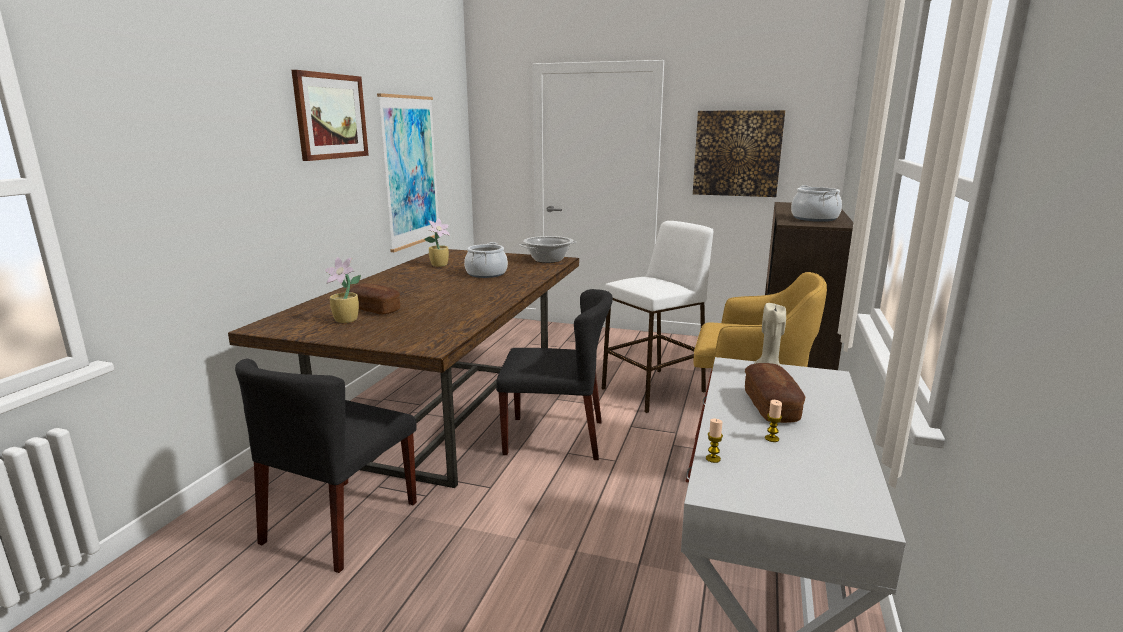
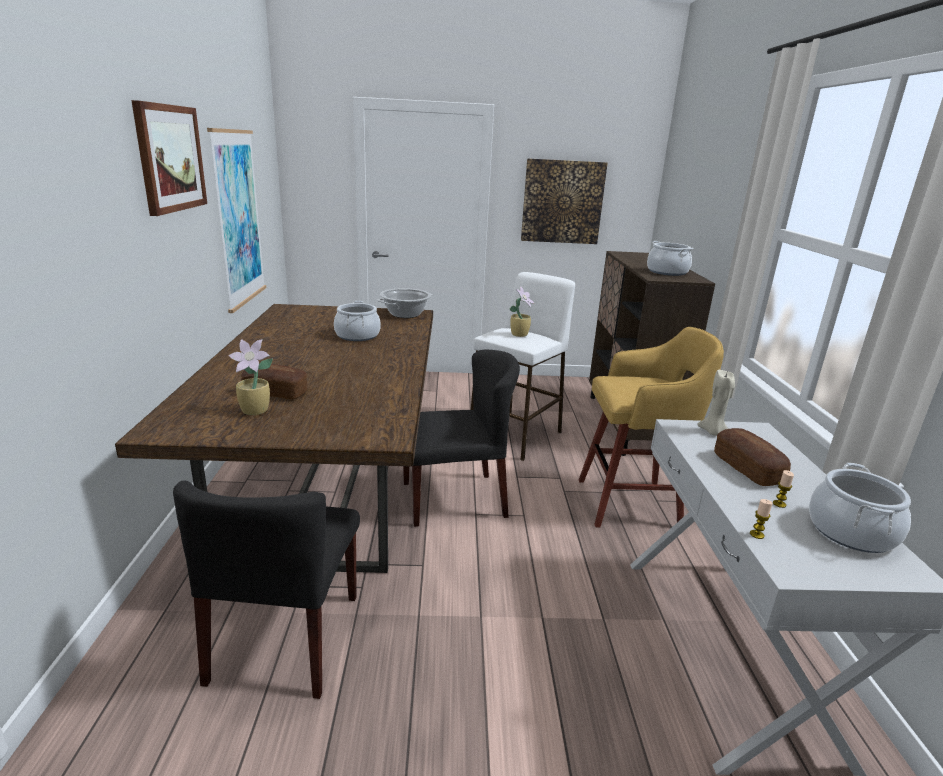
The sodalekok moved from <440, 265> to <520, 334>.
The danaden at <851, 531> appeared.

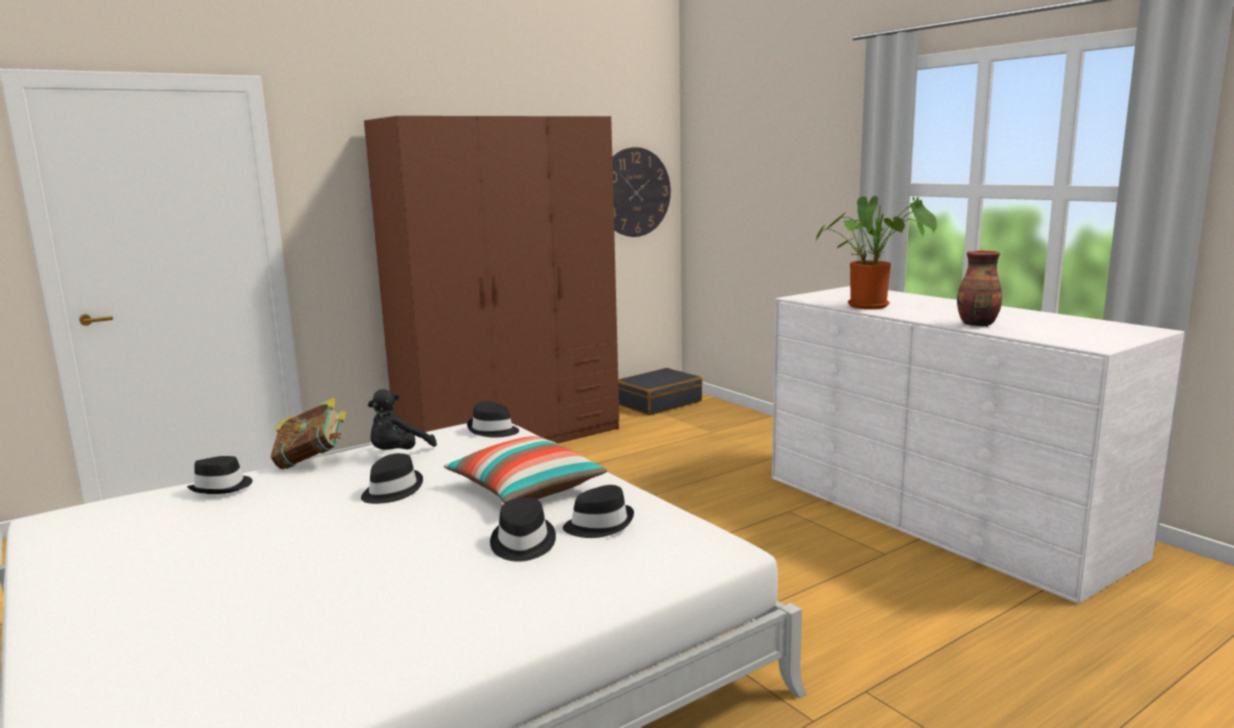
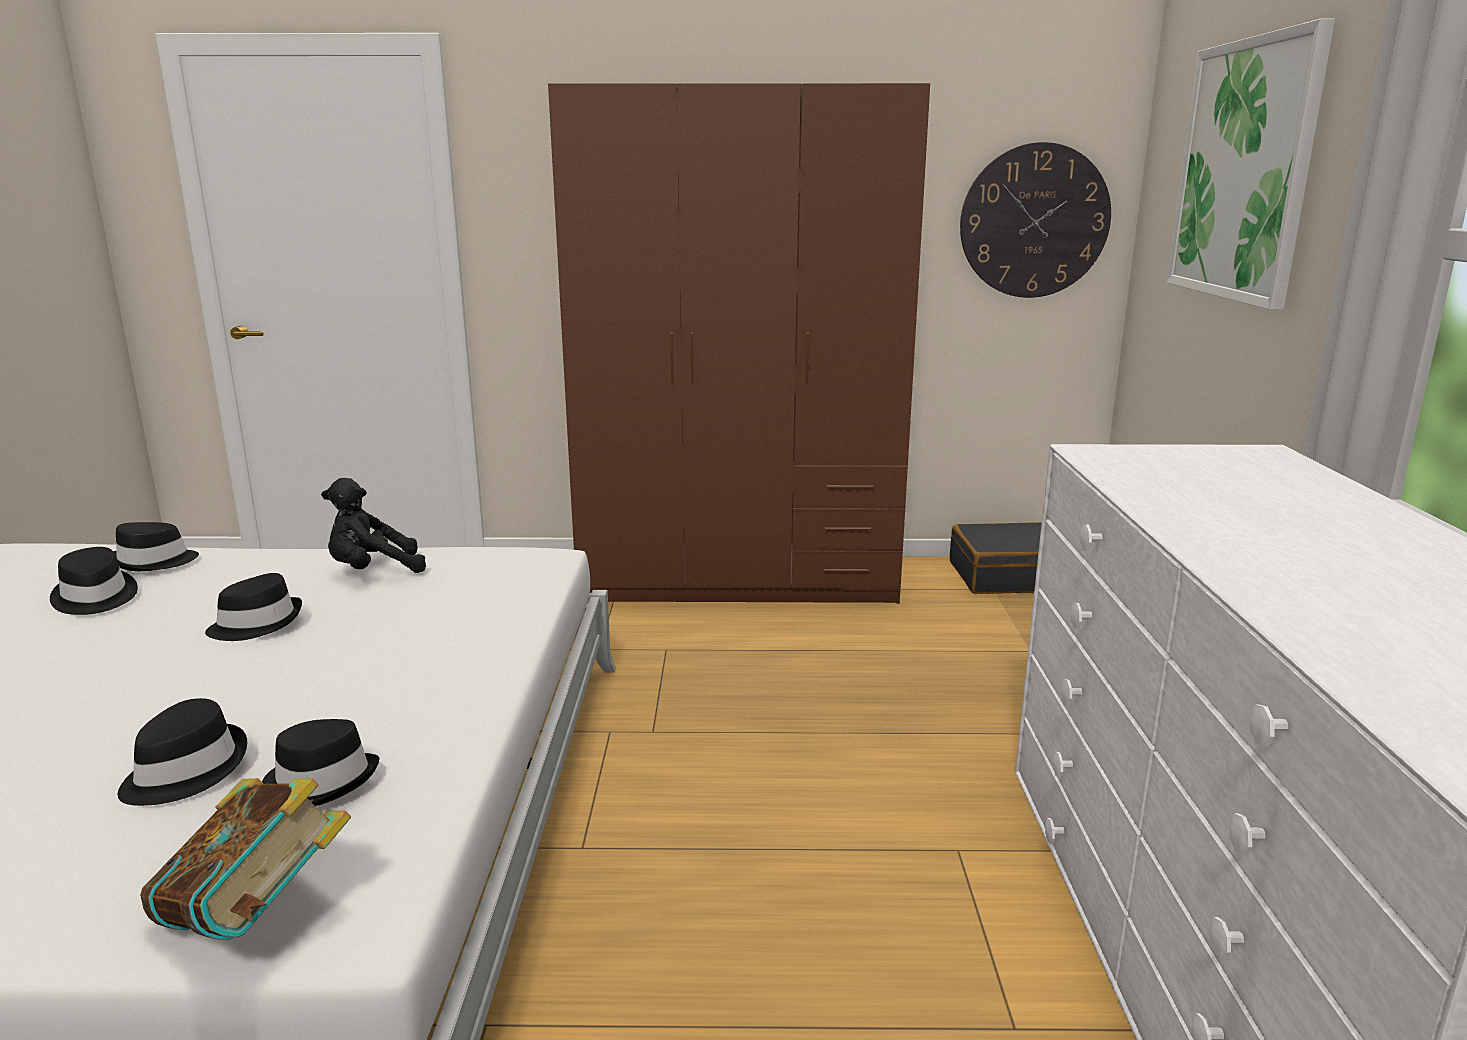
The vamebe moved from <312, 461> to <257, 917>.
The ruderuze at <526, 489> disappeared.
The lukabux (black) moved from <493, 430> to <94, 598>.
The sodalekok at <873, 306> disappeared.
The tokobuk at <978, 324> disappeared.
The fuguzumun at <1243, 170> appeared.

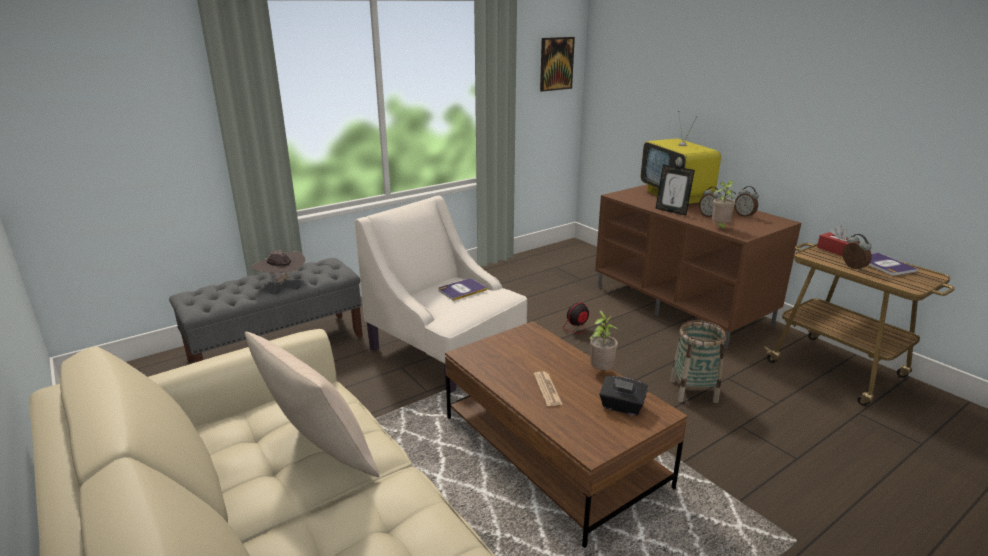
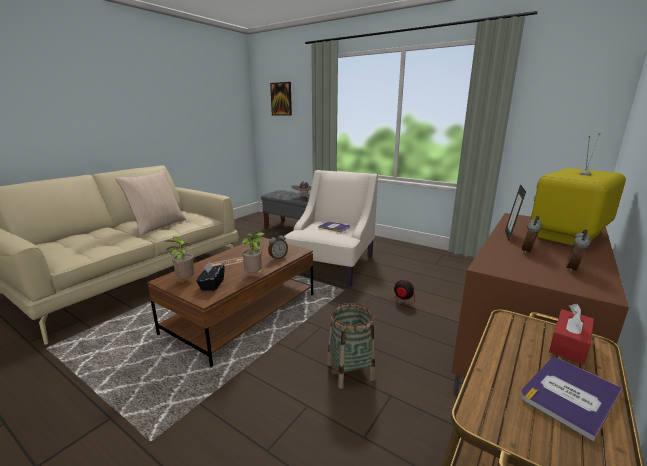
The fuguzumun moved from <556, 63> to <281, 99>.
The sodalekok moved from <720, 228> to <184, 281>.
The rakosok moved from <852, 268> to <278, 257>.

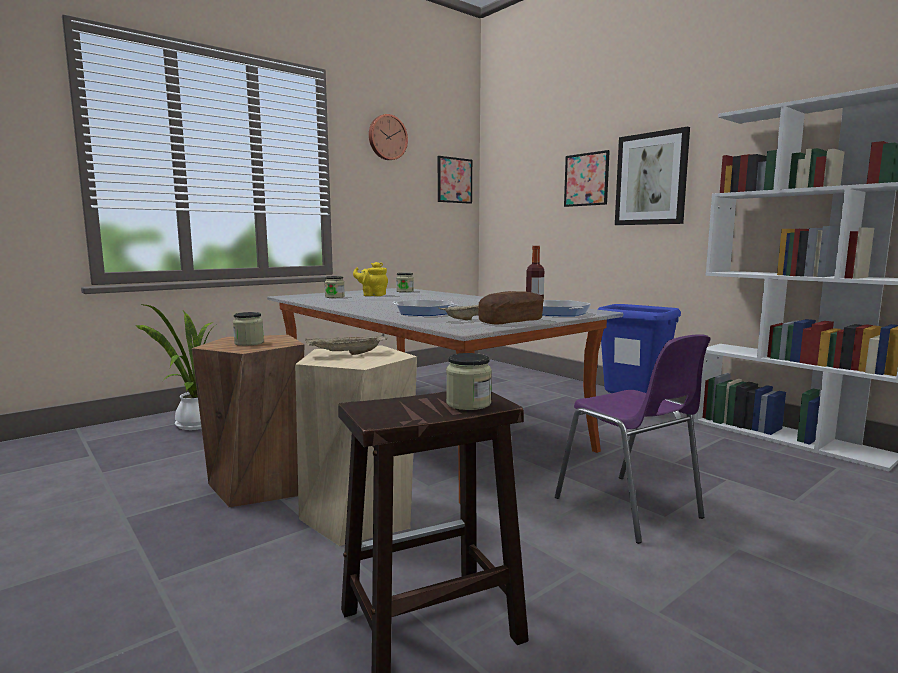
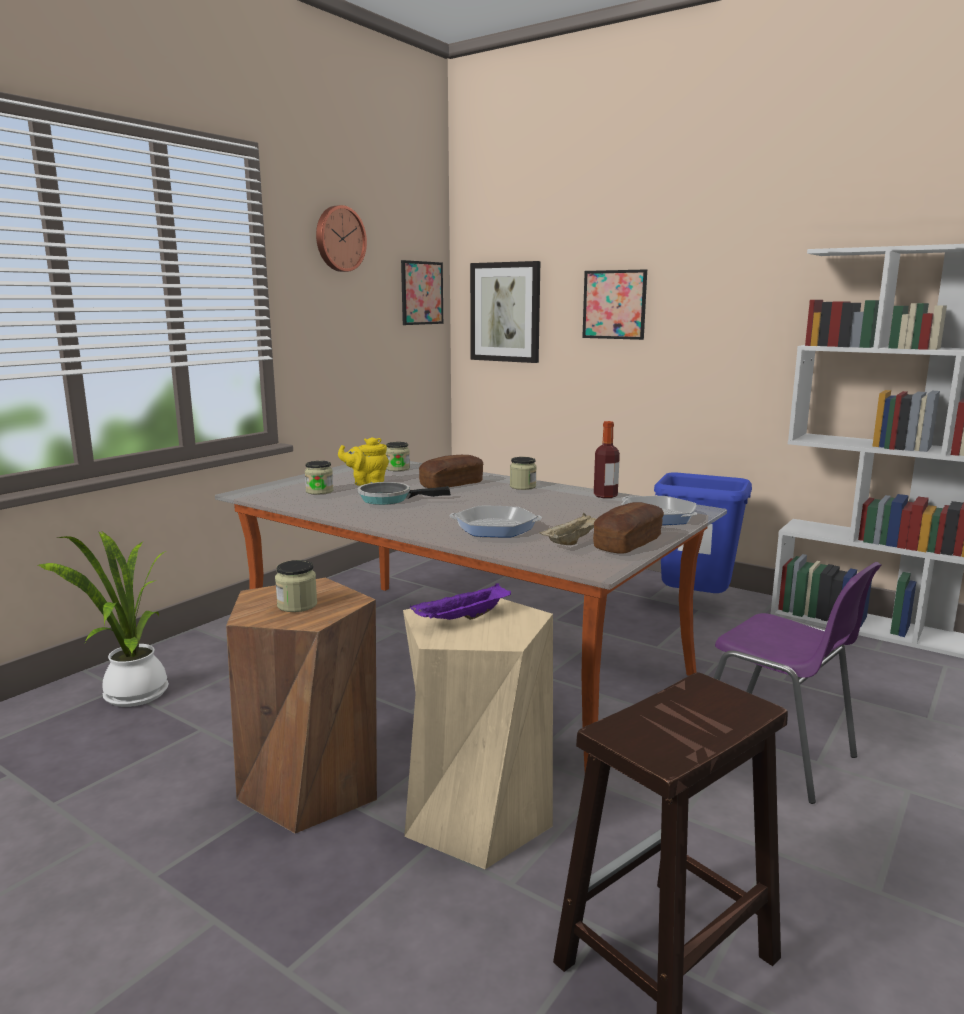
The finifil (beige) at <346, 354> became the finifil (purple) at <462, 619>.
The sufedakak moved from <468, 403> to <522, 486>.
The fuguzumun moved from <651, 179> to <505, 312>.
The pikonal at <389, 499> appeared.
The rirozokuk at <451, 484> appeared.

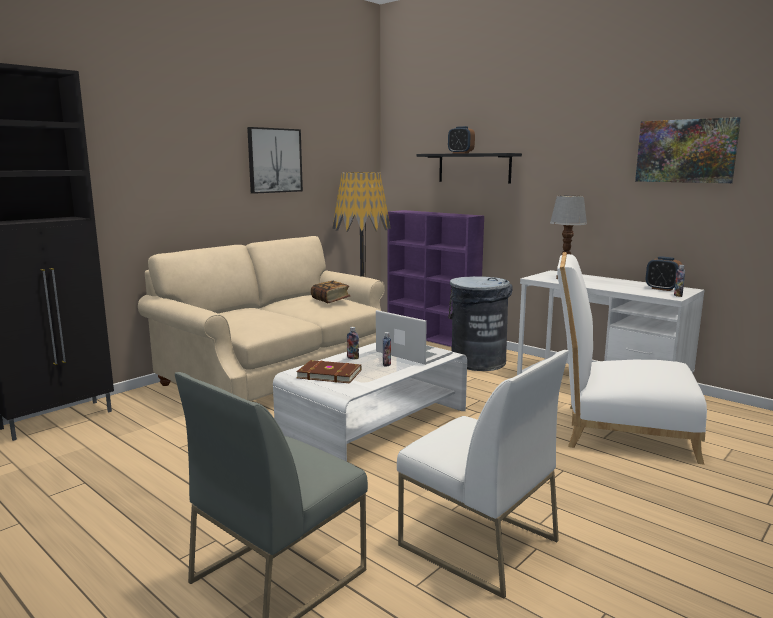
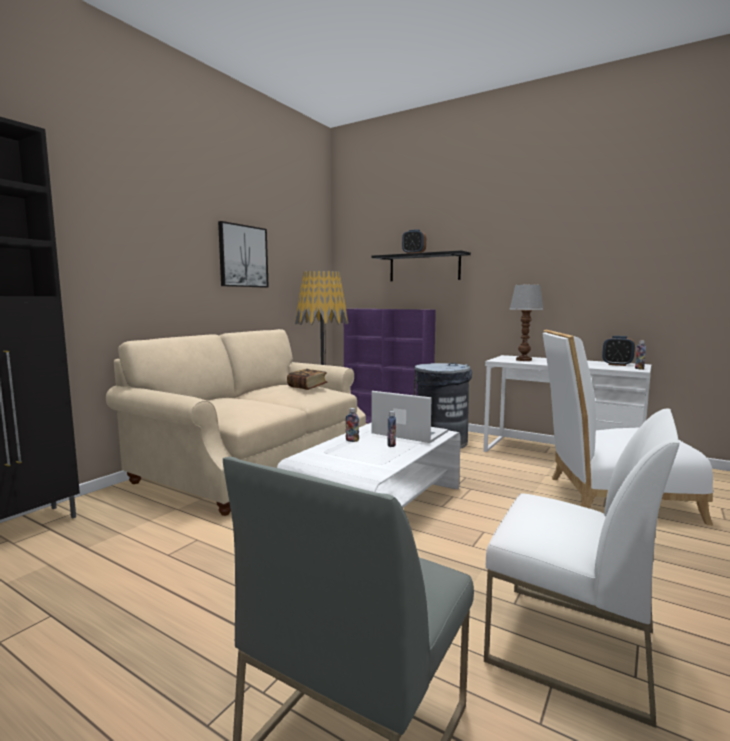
The vamebe (brown) at <329, 374> disappeared.
The fuguzumun at <686, 151> disappeared.

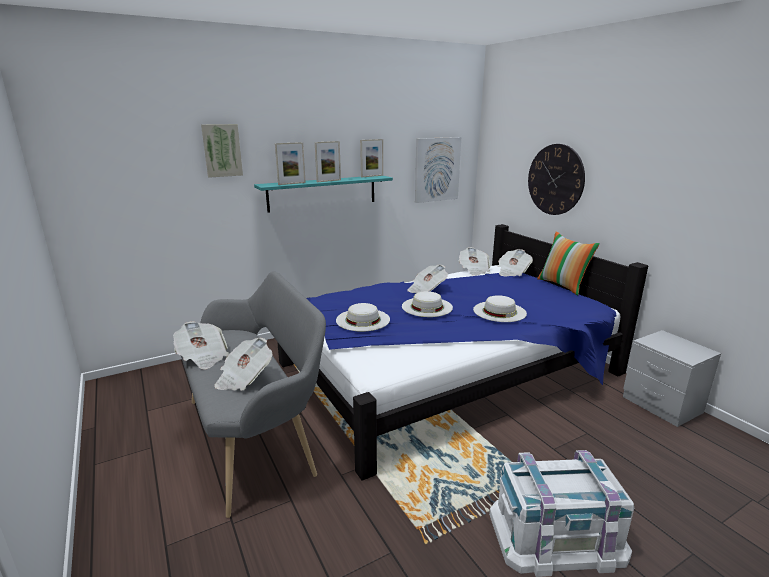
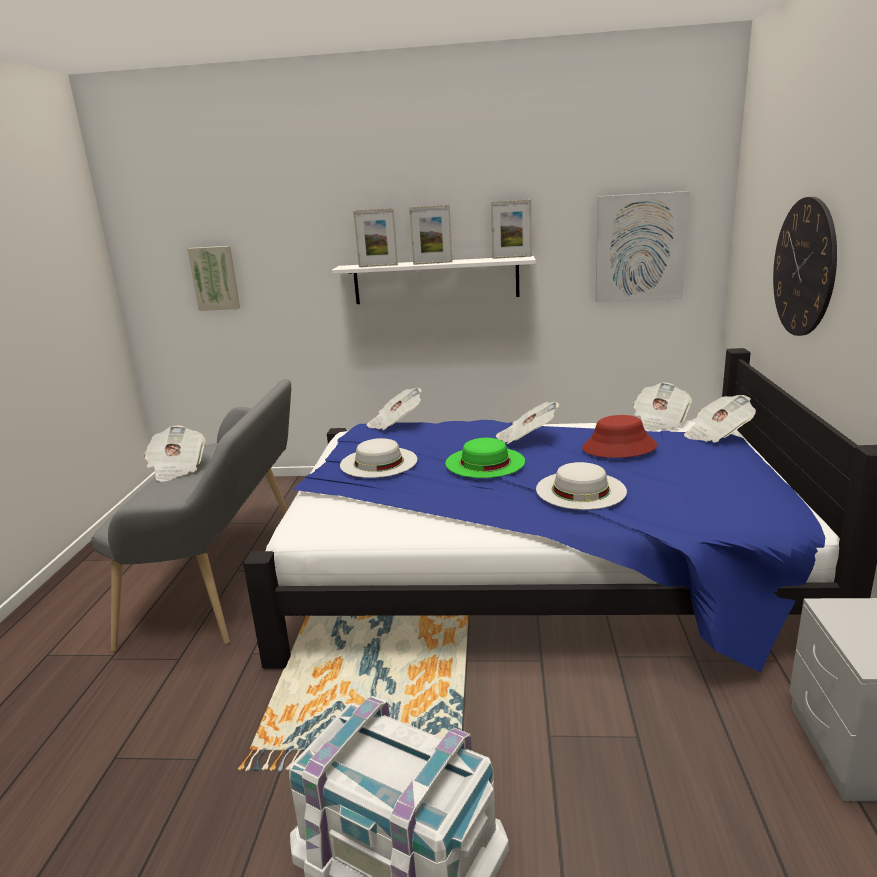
The fuguzumun moved from <222, 150> to <215, 278>.
The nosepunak moved from <244, 378> to <395, 423>.
The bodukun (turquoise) at <323, 193> became the bodukun (white) at <436, 280>.
The lukabux (white) at <427, 307> became the lukabux (green) at <485, 462>.
The ruderuze at <563, 285> disappeared.
The lukabux (red) at <619, 448> appeared.

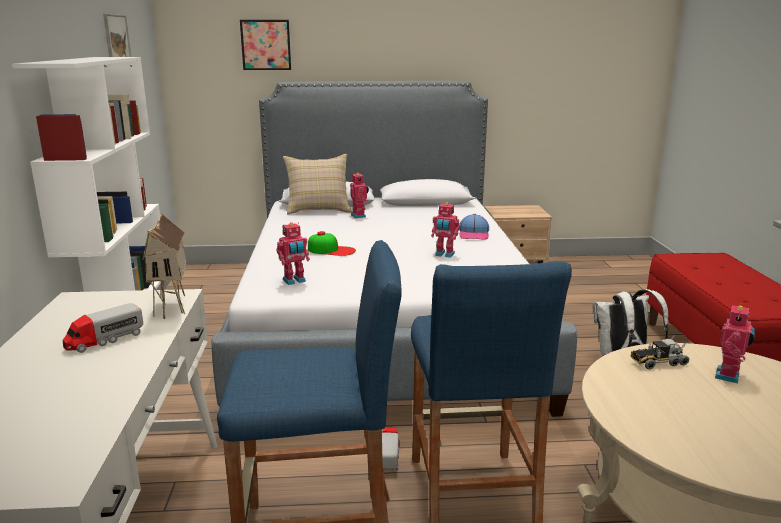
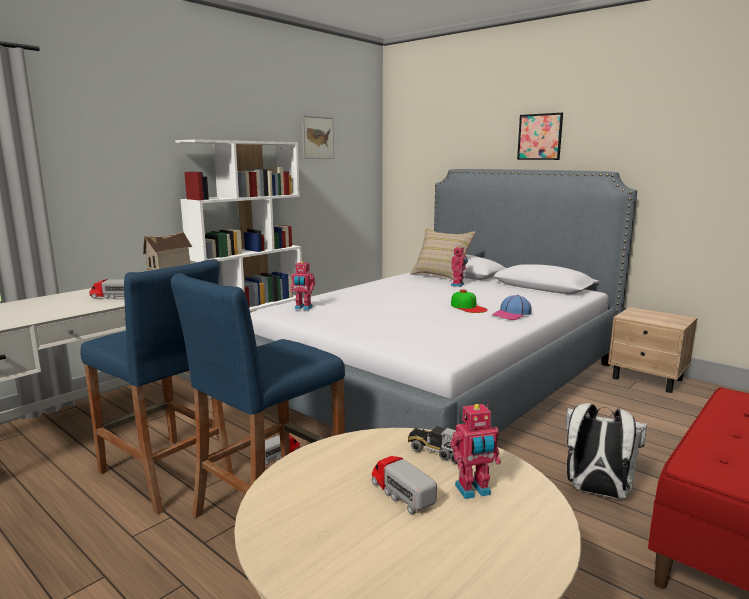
The fuguzumun moved from <266, 45> to <539, 137>.
The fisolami moved from <331, 250> to <468, 307>.
The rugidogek at <444, 255> disappeared.
The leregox at <401, 494> appeared.

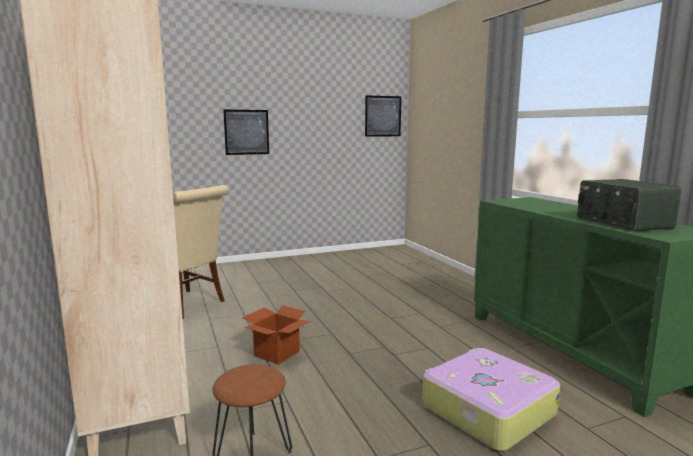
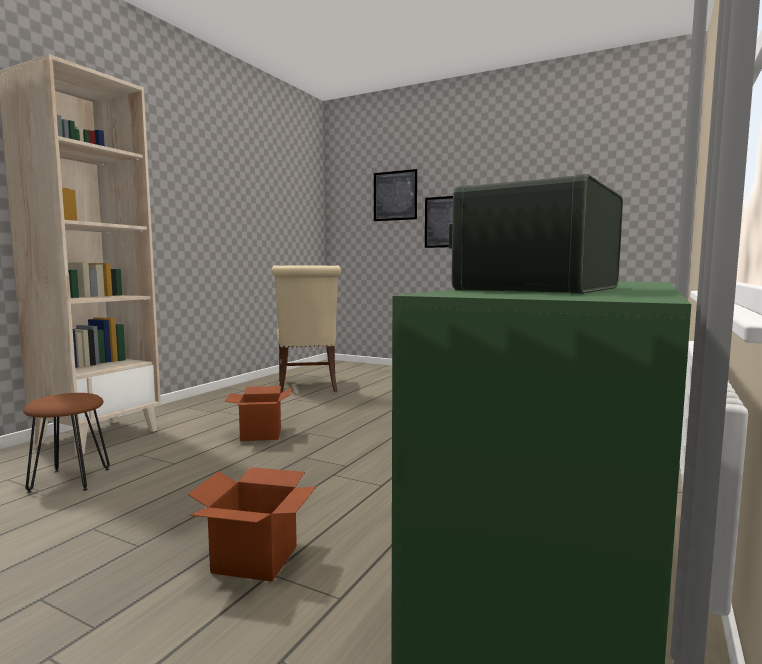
The fuguzumun moved from <383, 116> to <395, 196>.
The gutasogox at <486, 410> was replaced by the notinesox at <254, 560>.

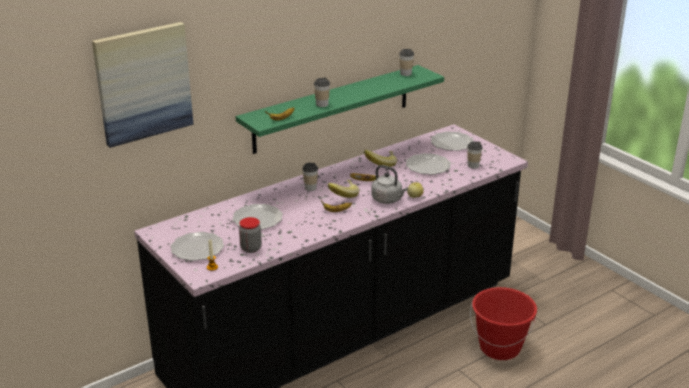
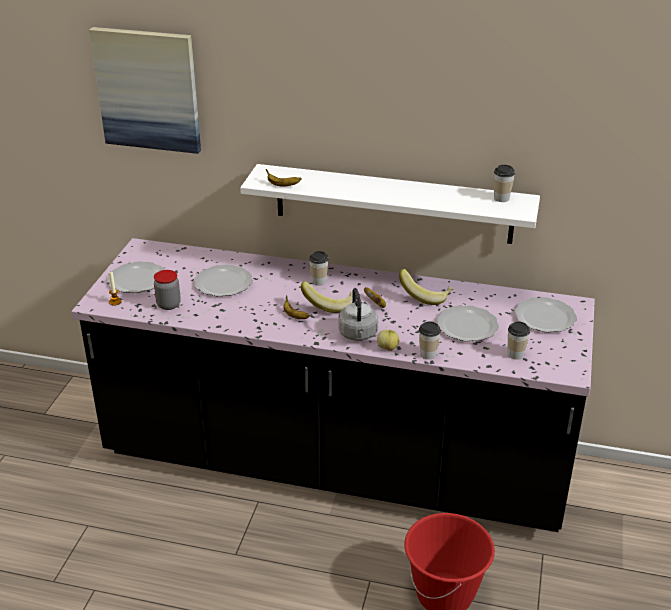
The bodukun (green) at <332, 109> became the bodukun (white) at <393, 204>.
The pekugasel moved from <322, 104> to <428, 354>.

